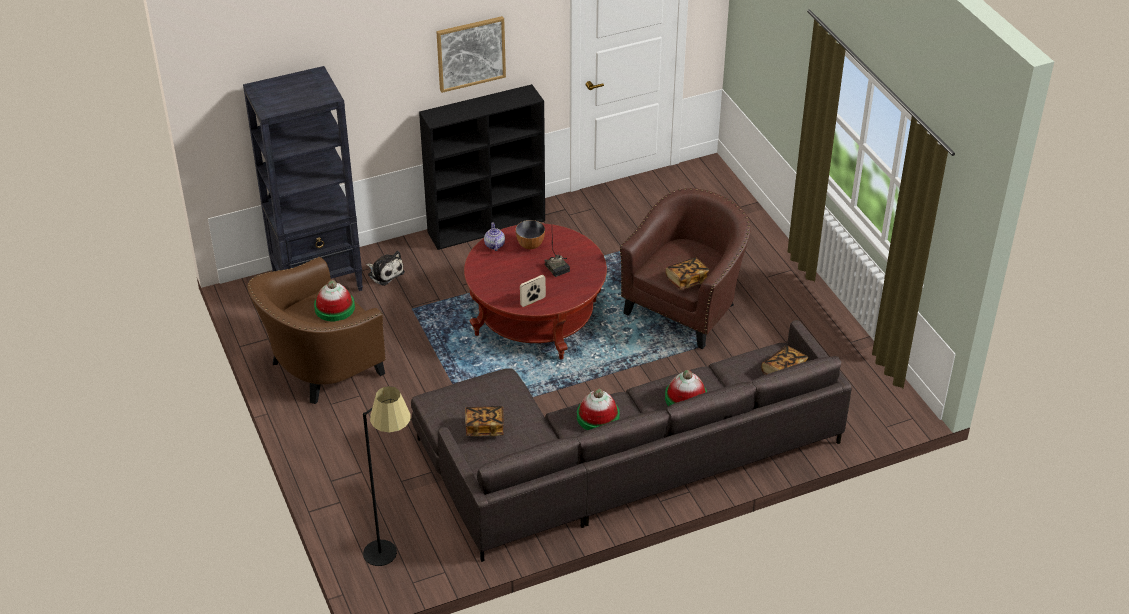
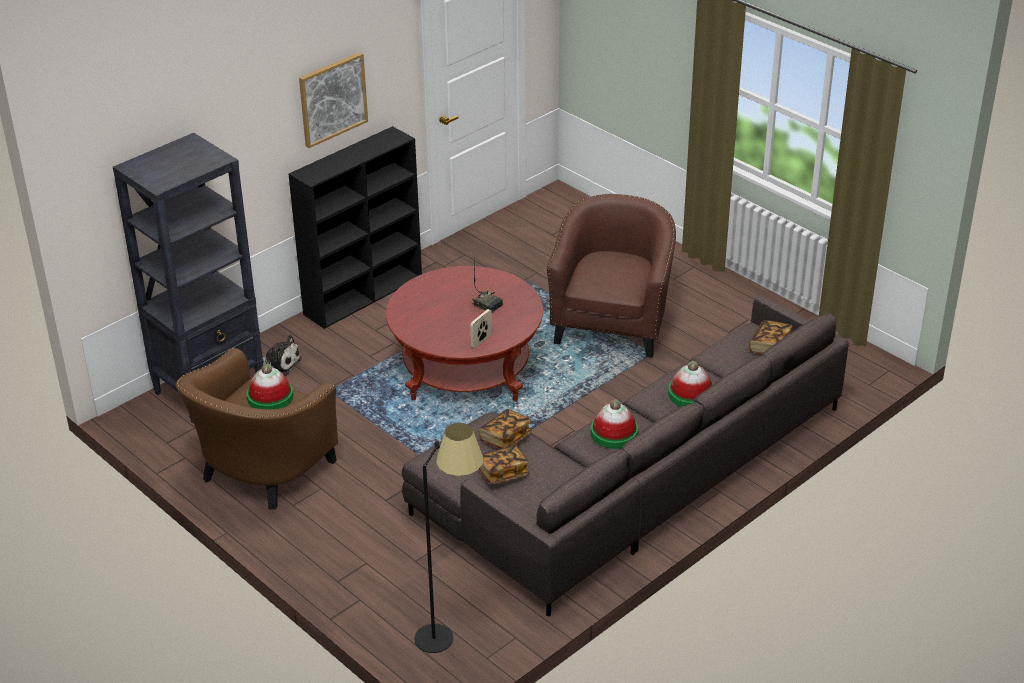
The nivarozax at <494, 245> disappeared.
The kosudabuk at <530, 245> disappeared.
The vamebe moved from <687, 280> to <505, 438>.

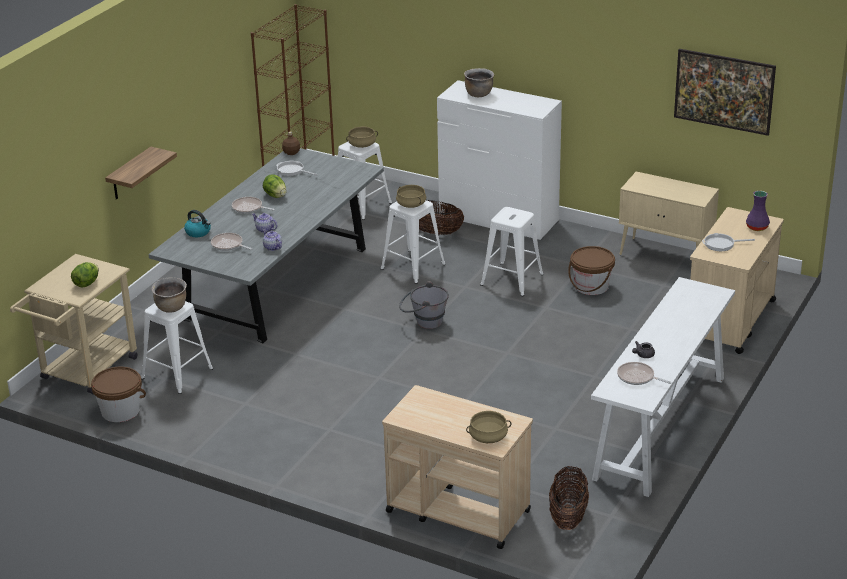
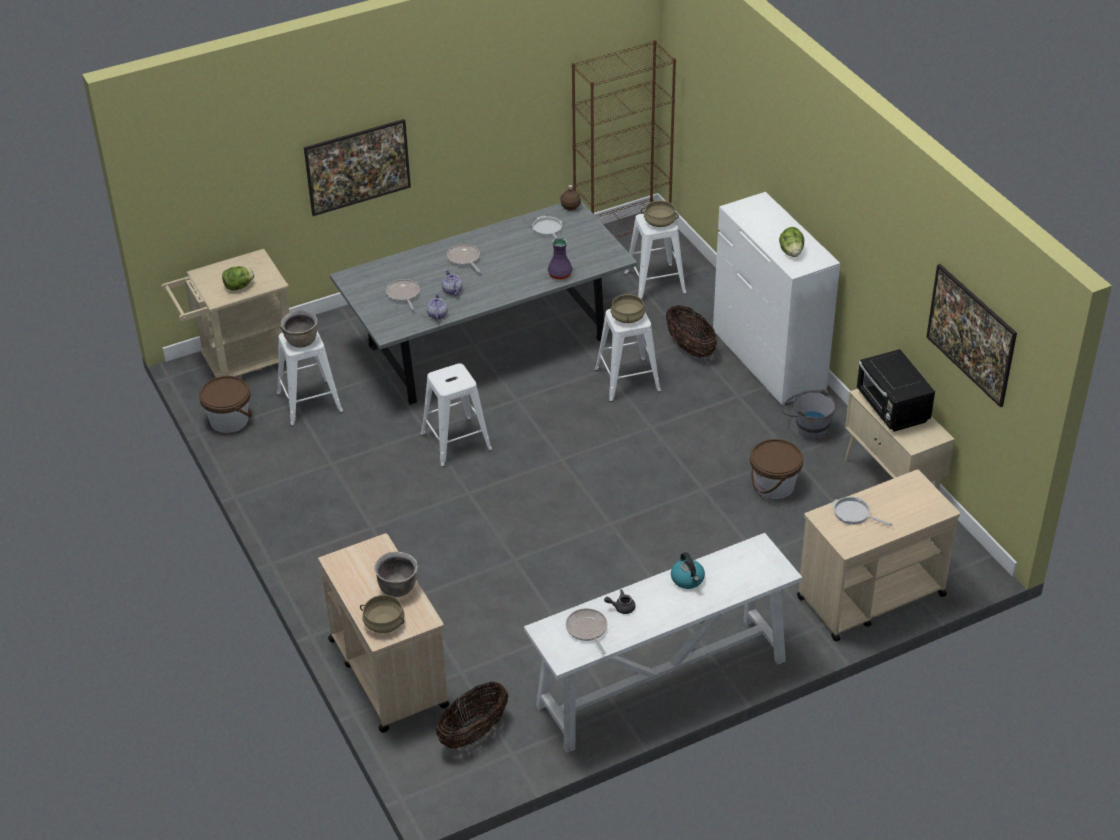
The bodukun at <130, 174> was replaced by the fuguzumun at <359, 183>.
The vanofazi moved from <198, 232> to <688, 579>.
The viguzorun moved from <275, 196> to <791, 252>.
The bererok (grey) moved from <424, 322> to <806, 428>.
The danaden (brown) moved from <478, 94> to <398, 588>.
The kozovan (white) moved from <512, 280> to <455, 442>.
The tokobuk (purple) moved from <757, 227> to <560, 275>.
The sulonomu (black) at <892, 409> appeared.

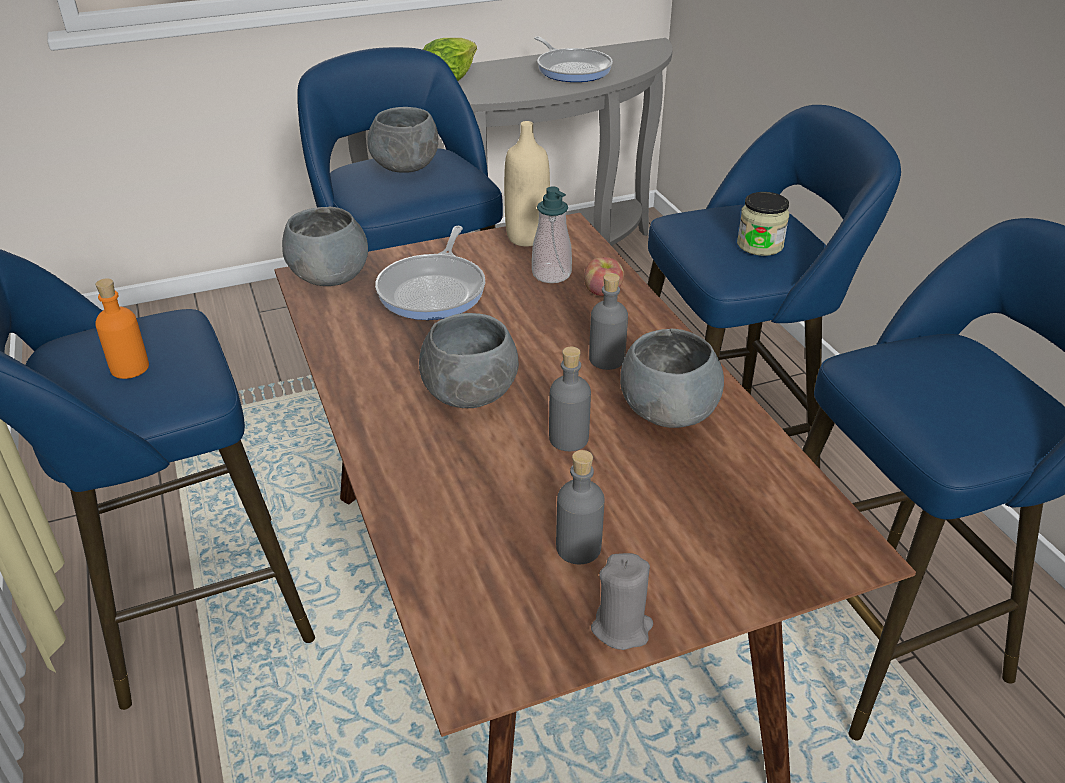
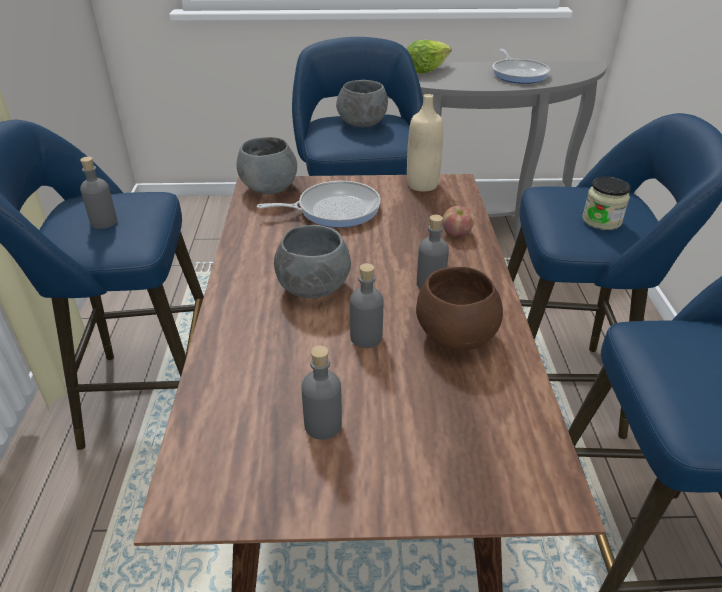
The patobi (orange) at <130, 368> became the patobi (grey) at <104, 222>.
The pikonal at <434, 290> turned 135 degrees counterclockwise.
The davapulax at <551, 274> disappeared.
The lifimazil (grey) at <622, 628> disappeared.
The kosudabuk (grey) at <668, 412> became the kosudabuk (brown) at <456, 335>.

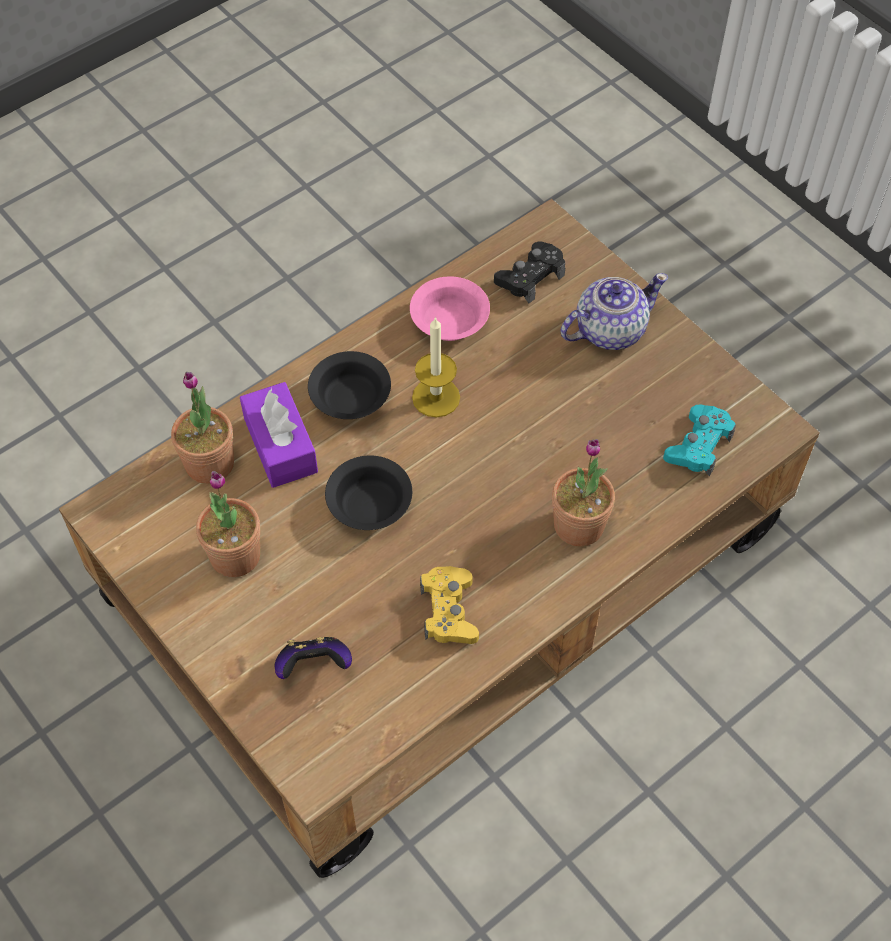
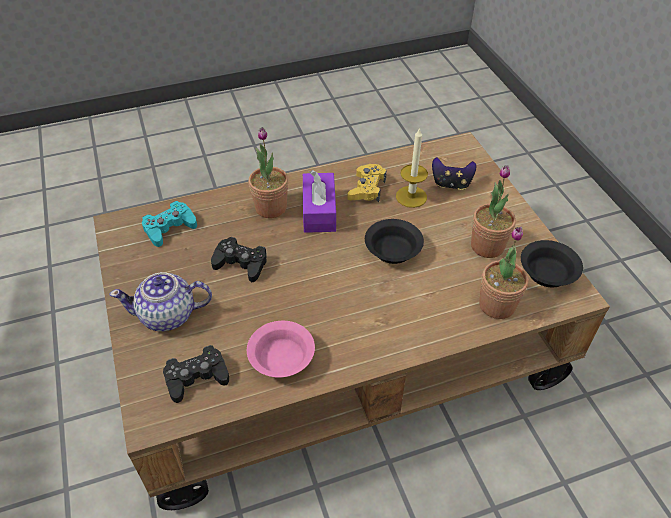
The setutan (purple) moved from <280, 445> to <319, 211>.
The kosudabuk (black) moved from <348, 398> to <548, 273>.
The lifimazil moved from <436, 397> to <411, 196>.
The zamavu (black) at <241, 263> appeared.

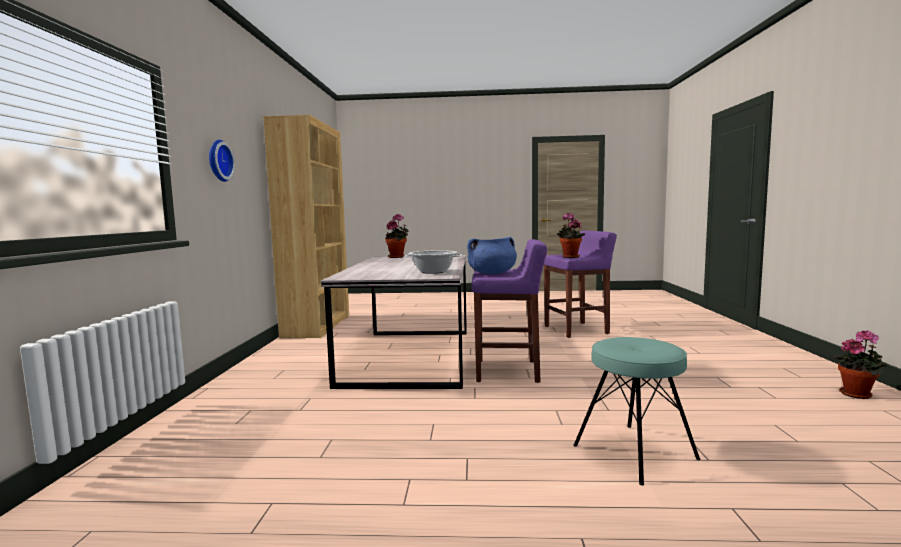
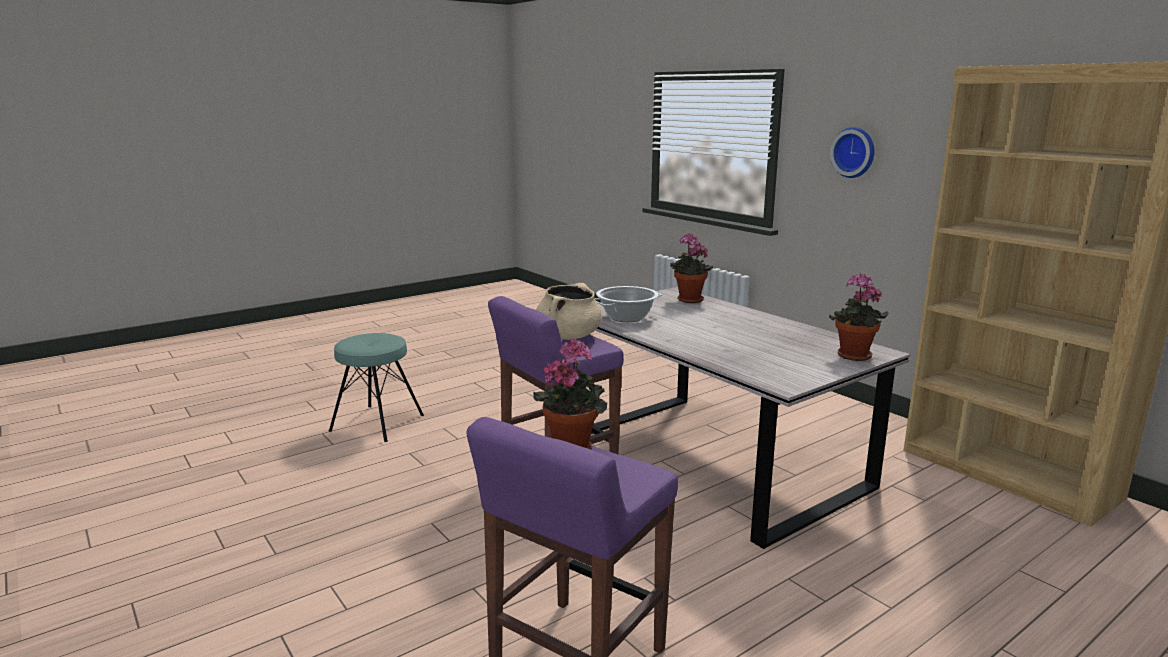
The danaden (blue) at <492, 273> became the danaden (beige) at <568, 336>.
The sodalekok moved from <858, 394> to <688, 300>.

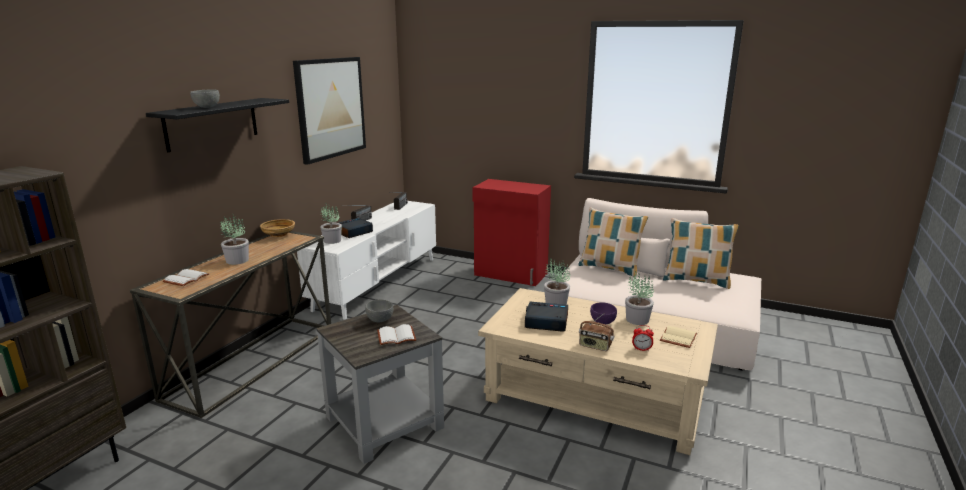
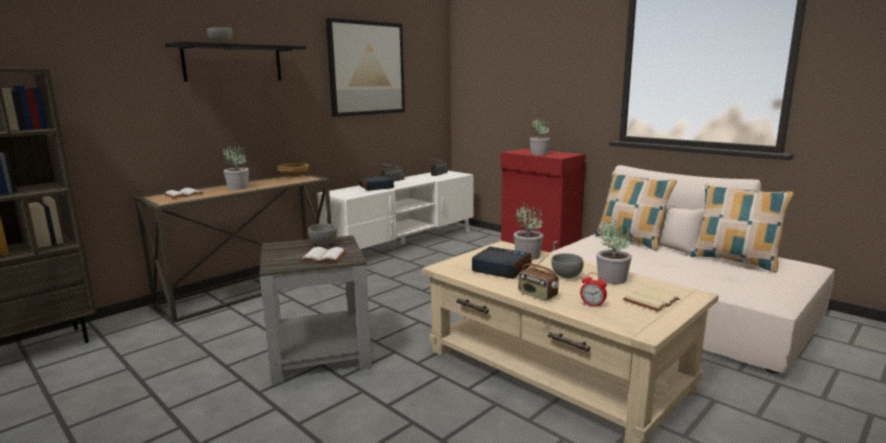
The sodalekok moved from <332, 241> to <538, 153>.
The kosudabuk (purple) at <602, 322> became the kosudabuk (grey) at <566, 276>.

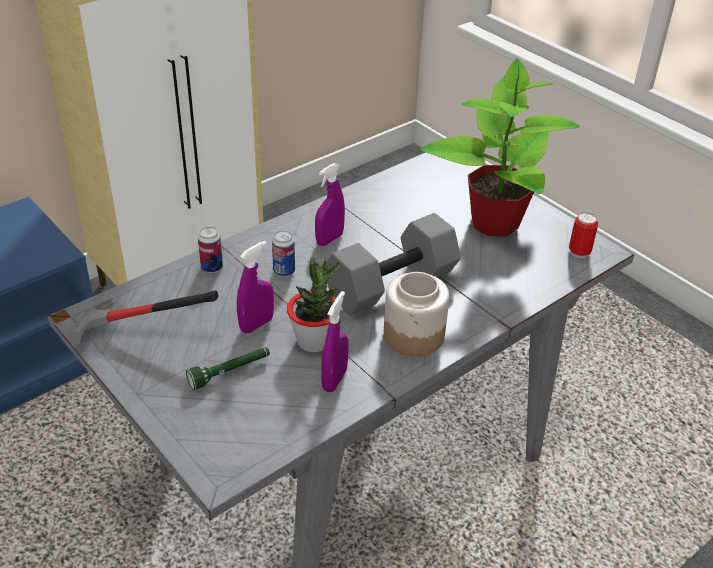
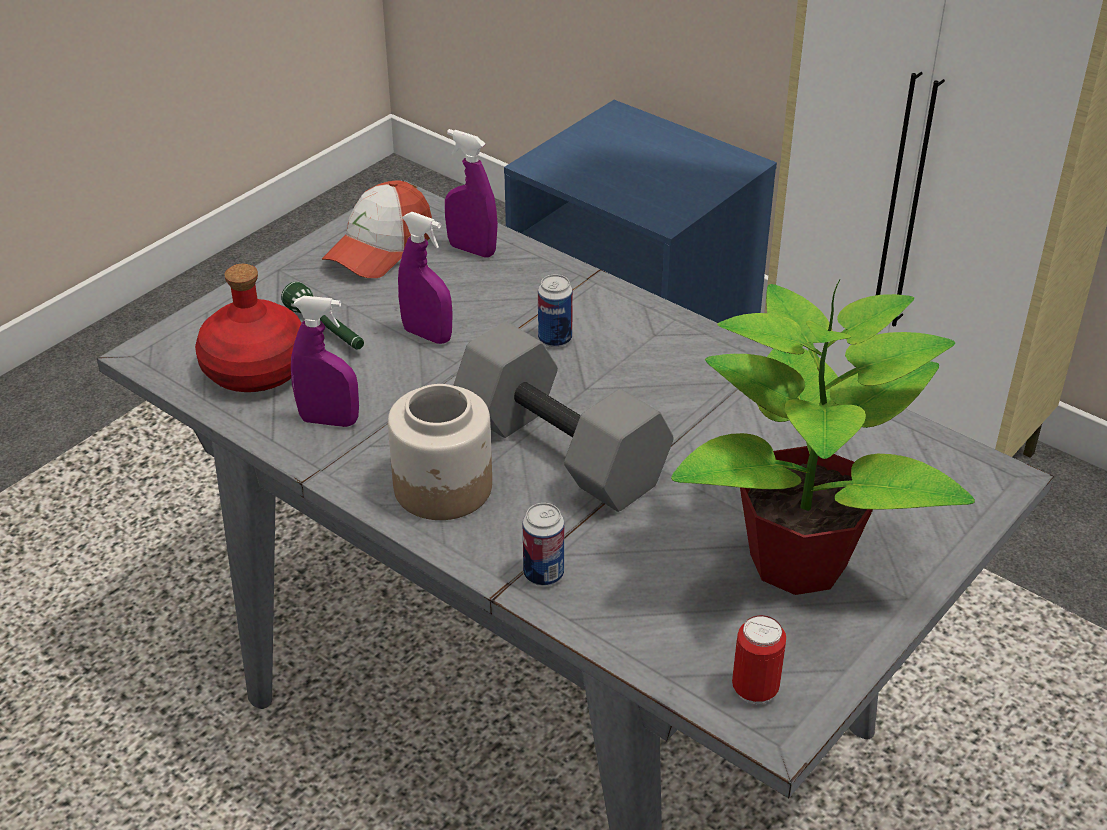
The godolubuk at <139, 336> was replaced by the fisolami at <379, 249>.
The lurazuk moved from <212, 267> to <543, 574>.
The sodalekok at <314, 341> disappeared.
The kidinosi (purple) moved from <329, 239> to <472, 250>.
The patobi (red) at <257, 368> appeared.

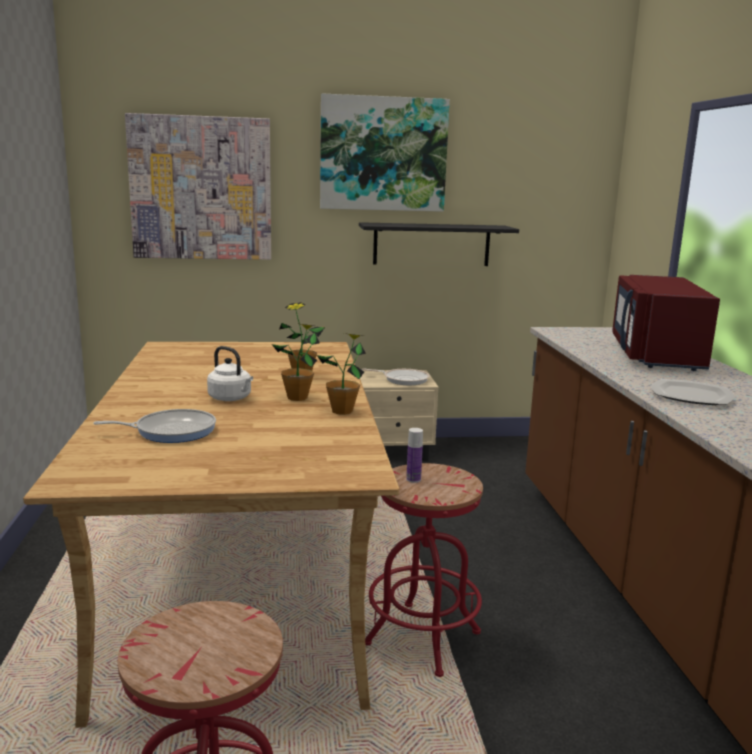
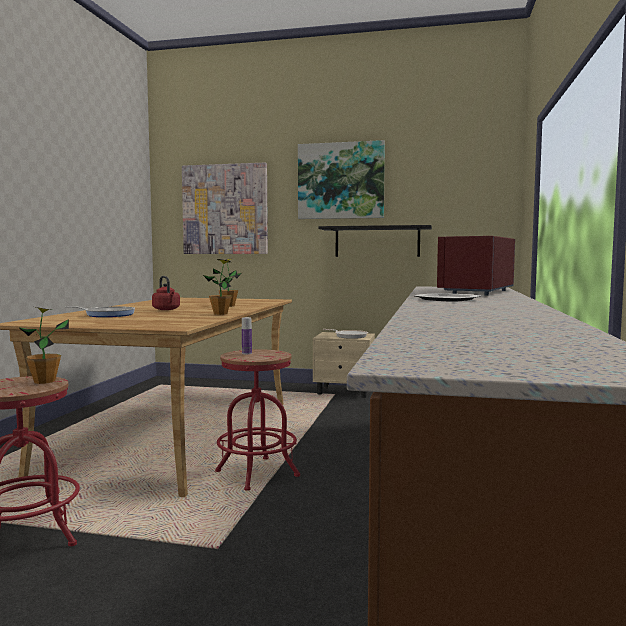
The vanofazi (white) at <231, 398> became the vanofazi (red) at <166, 309>.
The sodalekok moved from <297, 398> to <44, 381>.

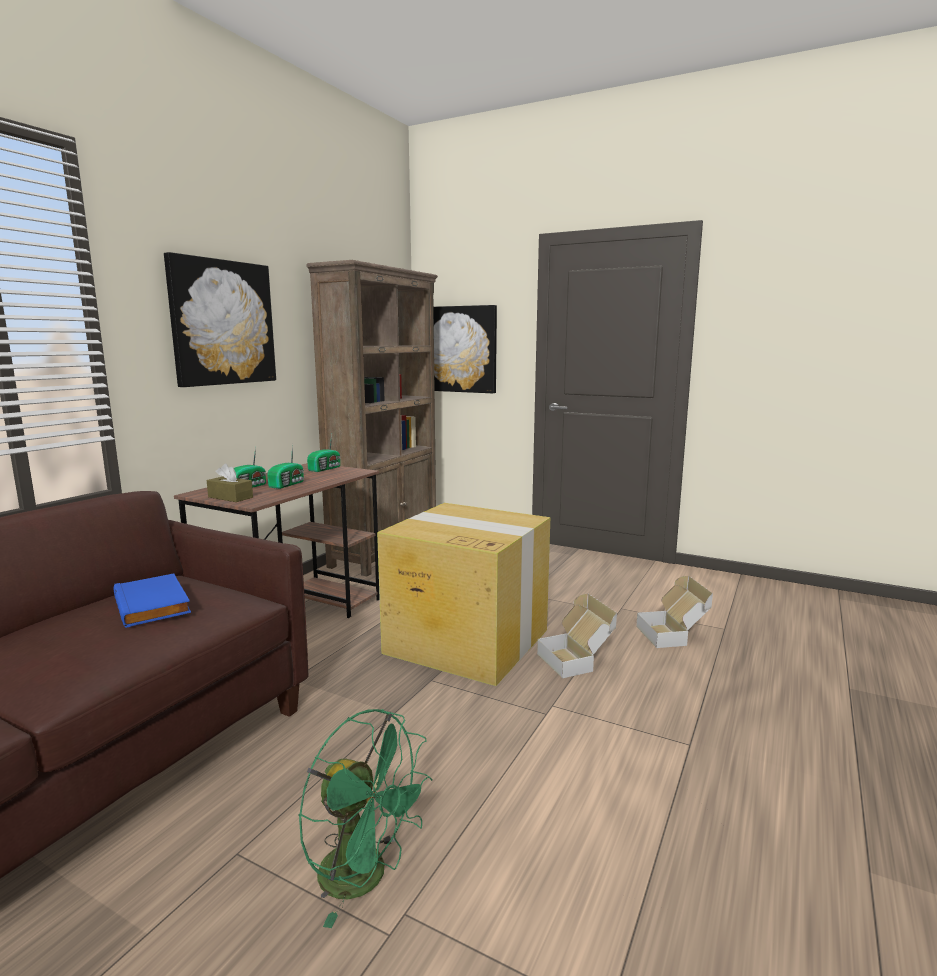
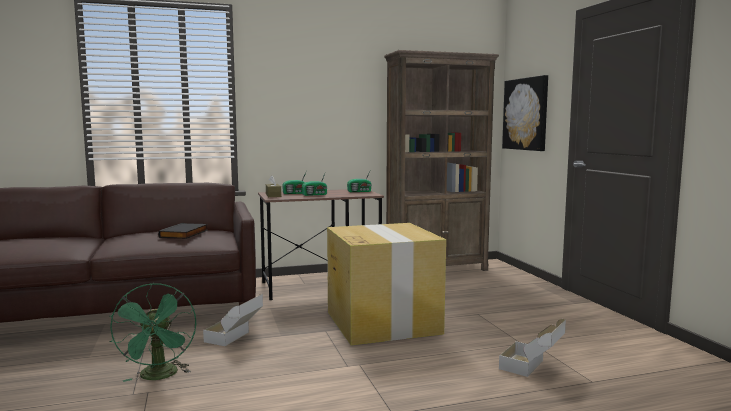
The vamebe (blue) at <154, 604> became the vamebe (black) at <185, 234>.
The fuguzumun at <222, 323> disappeared.
The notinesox moved from <576, 660> to <235, 339>.

